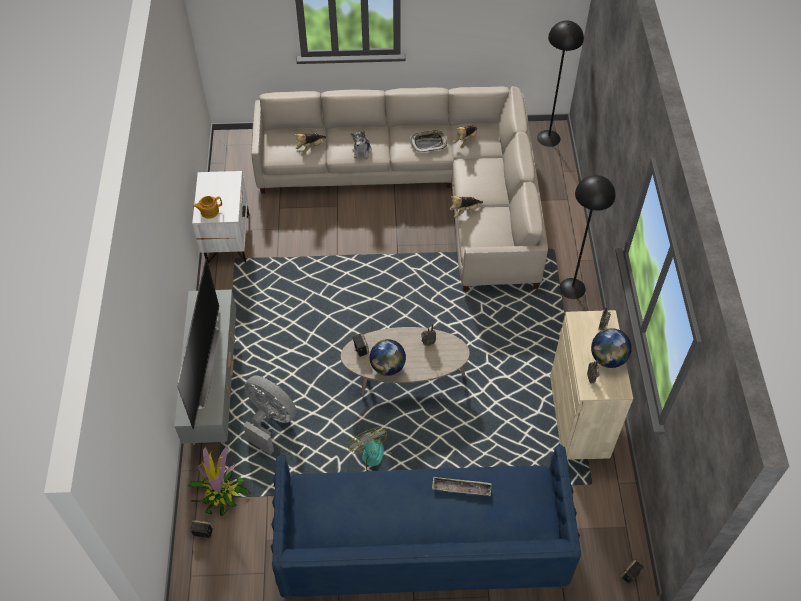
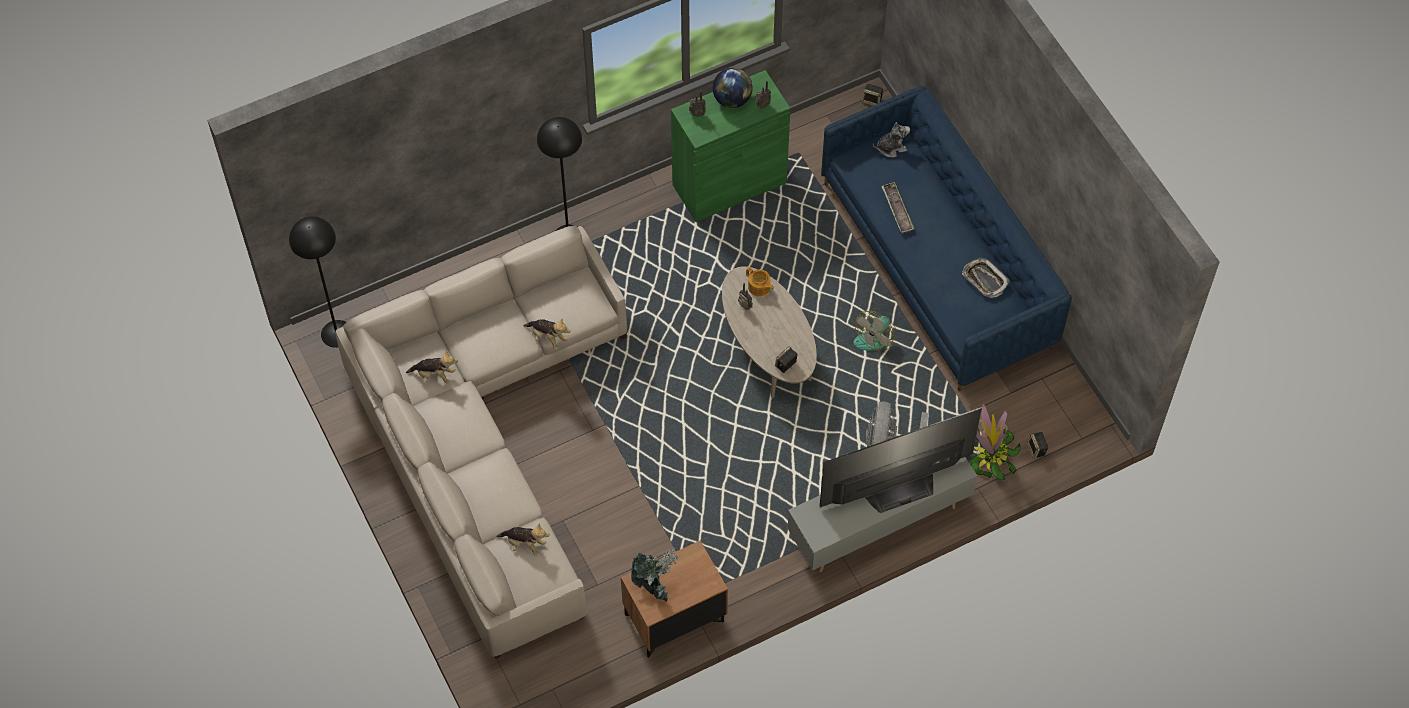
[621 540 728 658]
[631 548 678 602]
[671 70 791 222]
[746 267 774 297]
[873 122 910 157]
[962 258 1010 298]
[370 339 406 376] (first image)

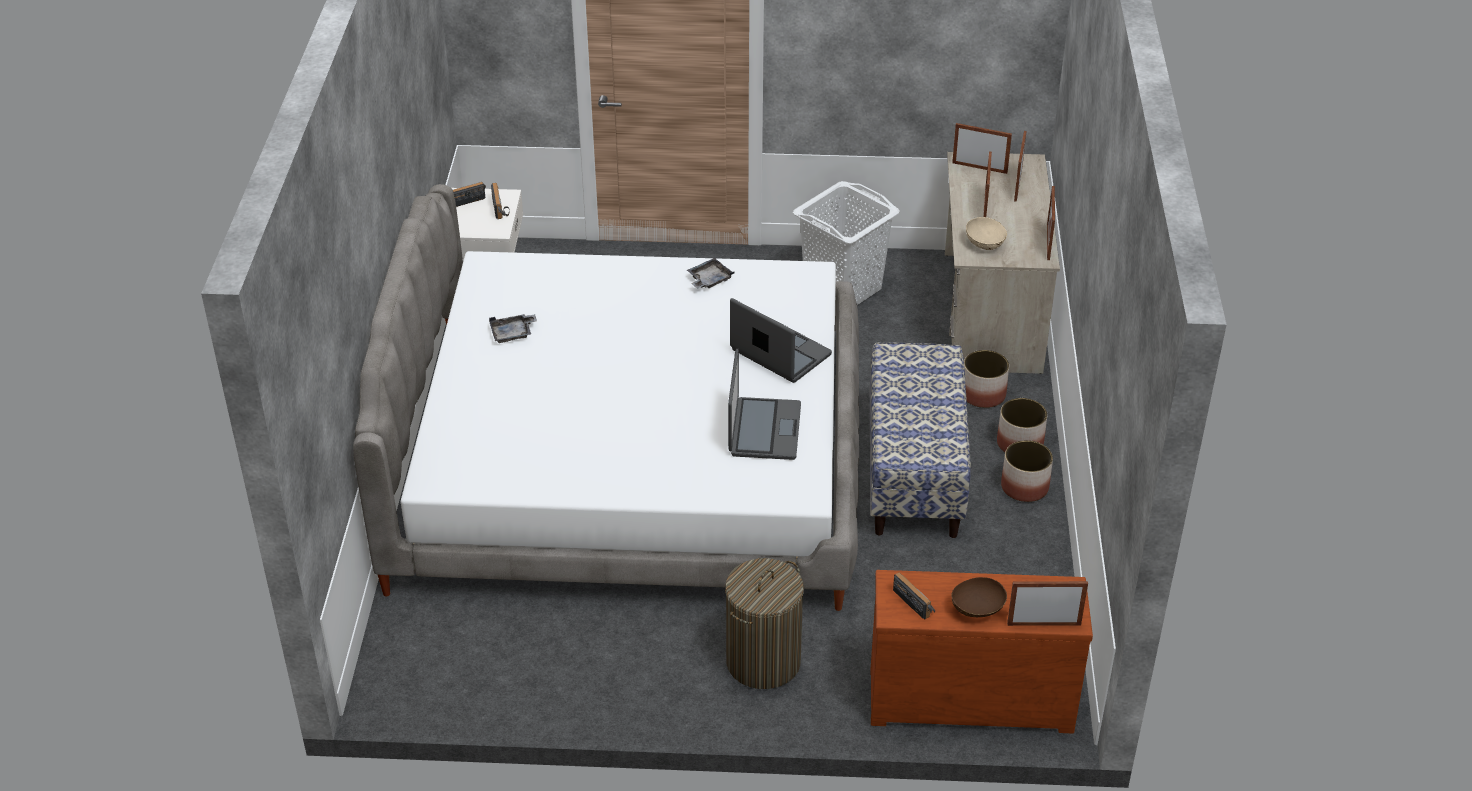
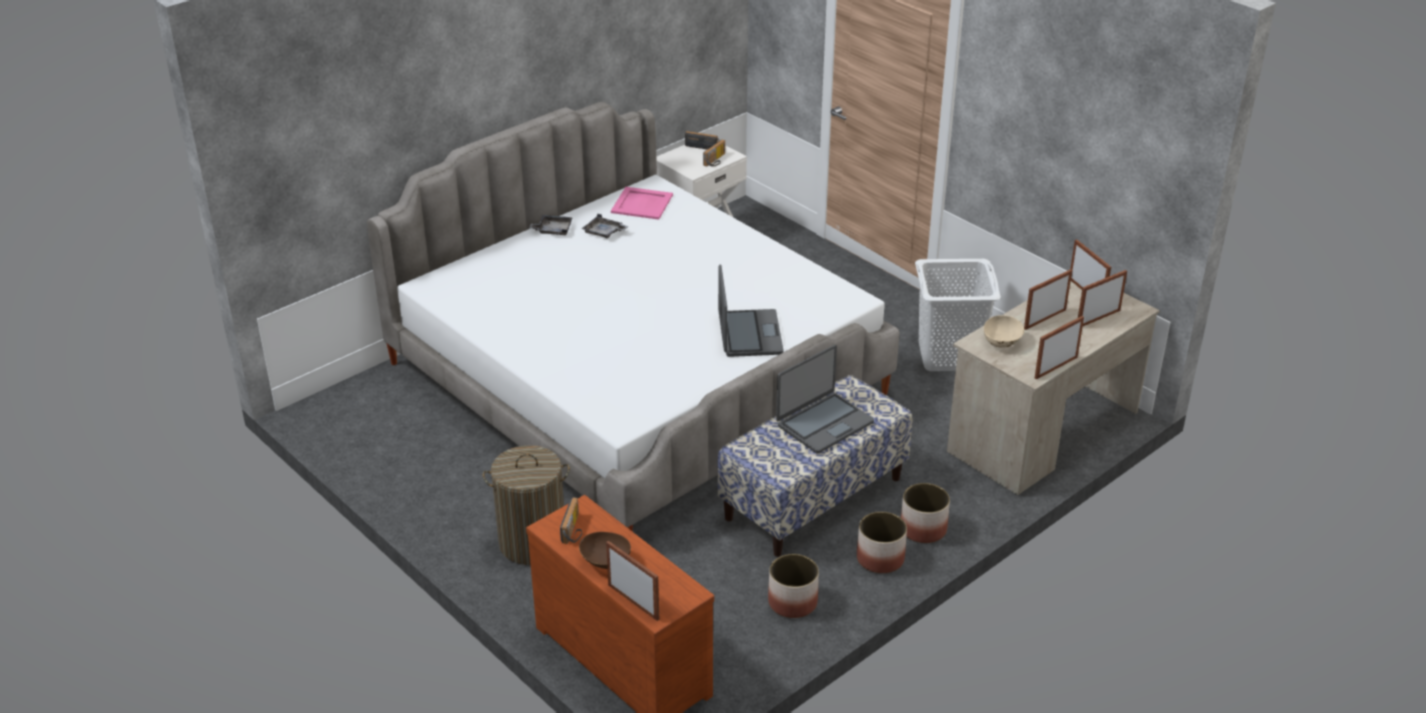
[529 215 573 235]
[611 187 673 220]
[768 554 819 618]
[776 345 874 454]

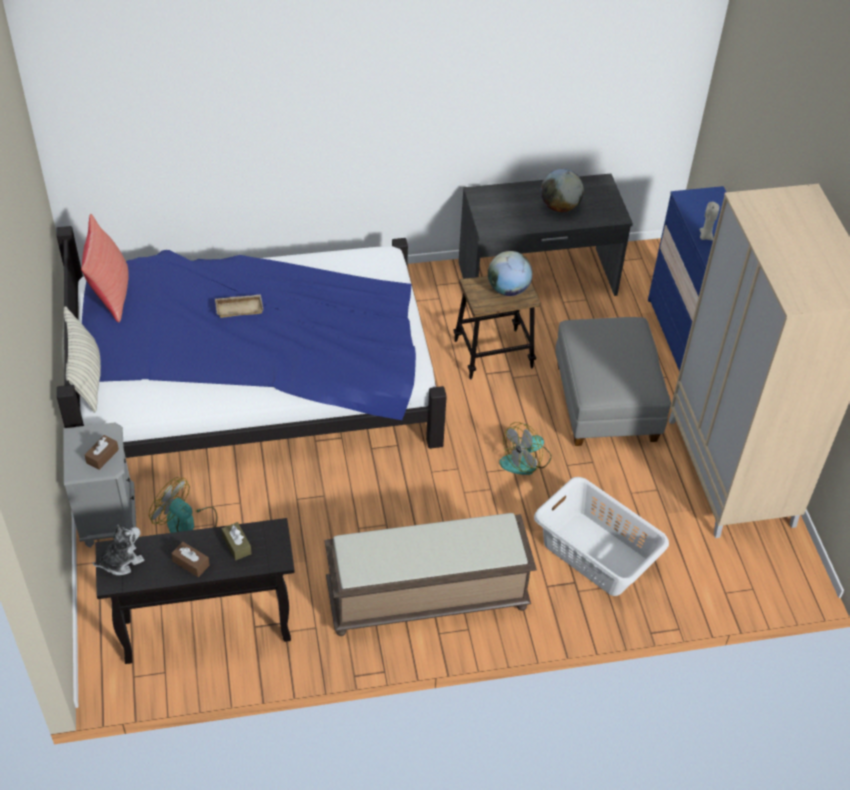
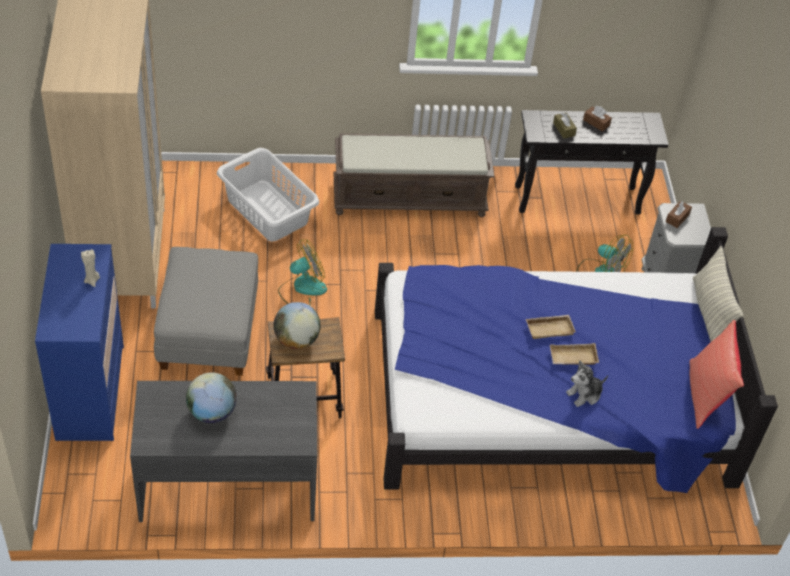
[526 315 576 339]
[566 361 608 407]

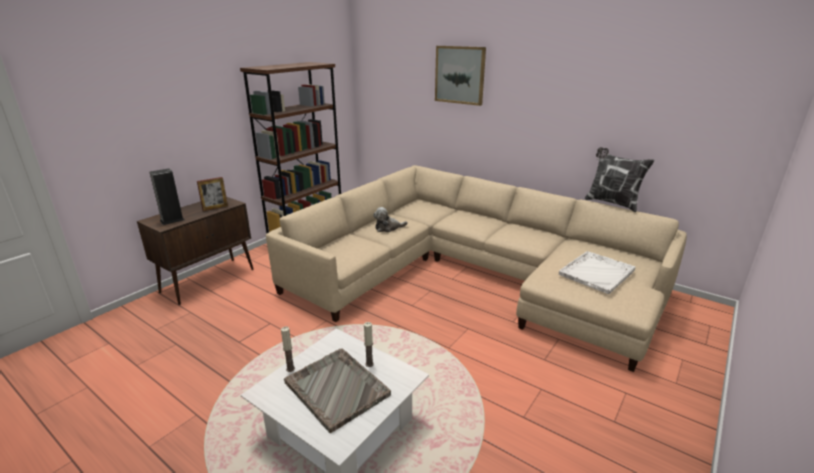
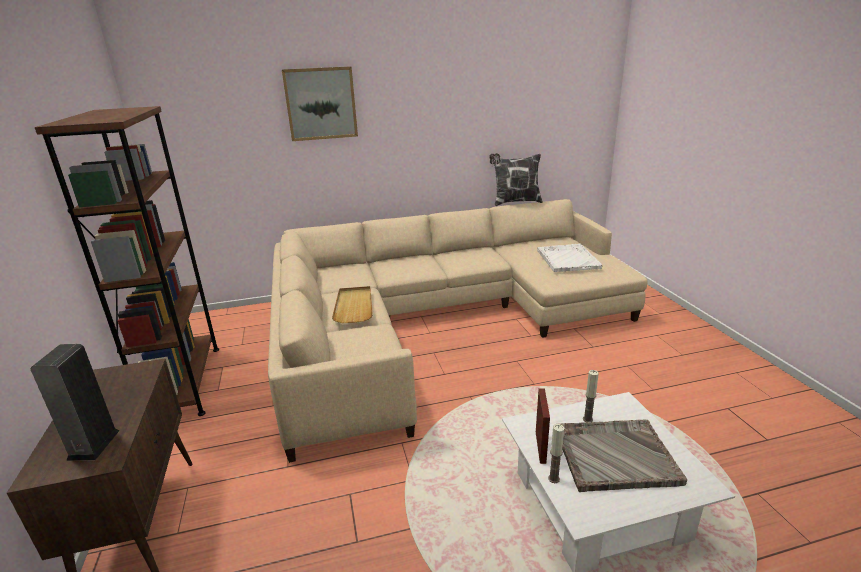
[332 286 373 323]
[536 388 550 464]

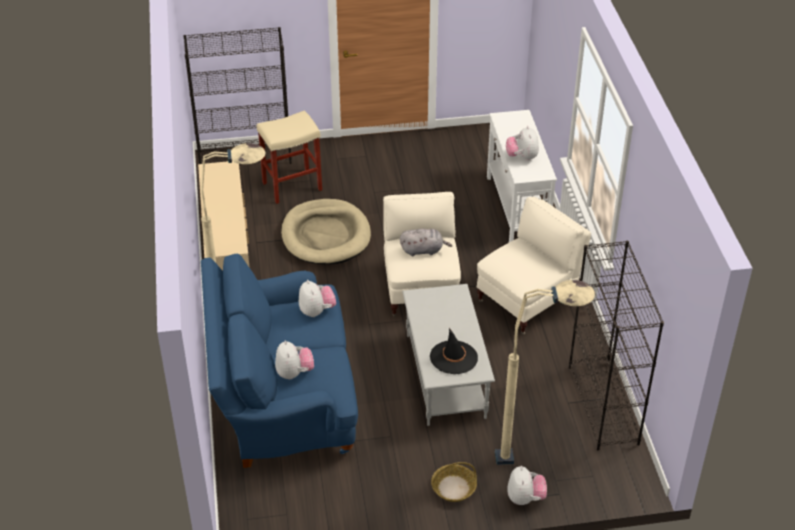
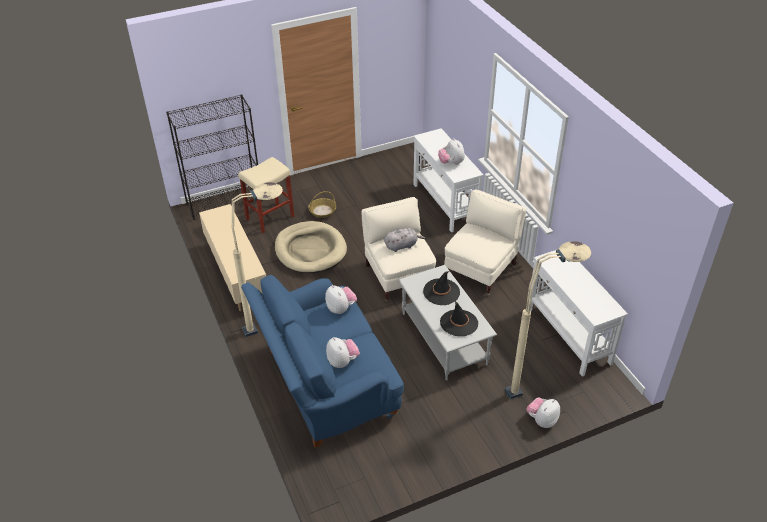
[308 191 336 218]
[423 271 460 305]
[527 398 560 428]
[528 250 628 377]

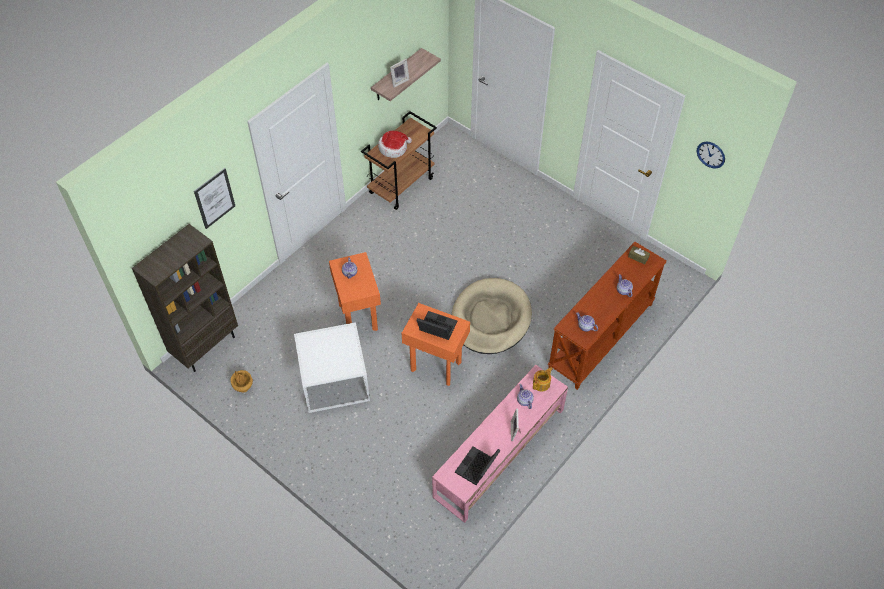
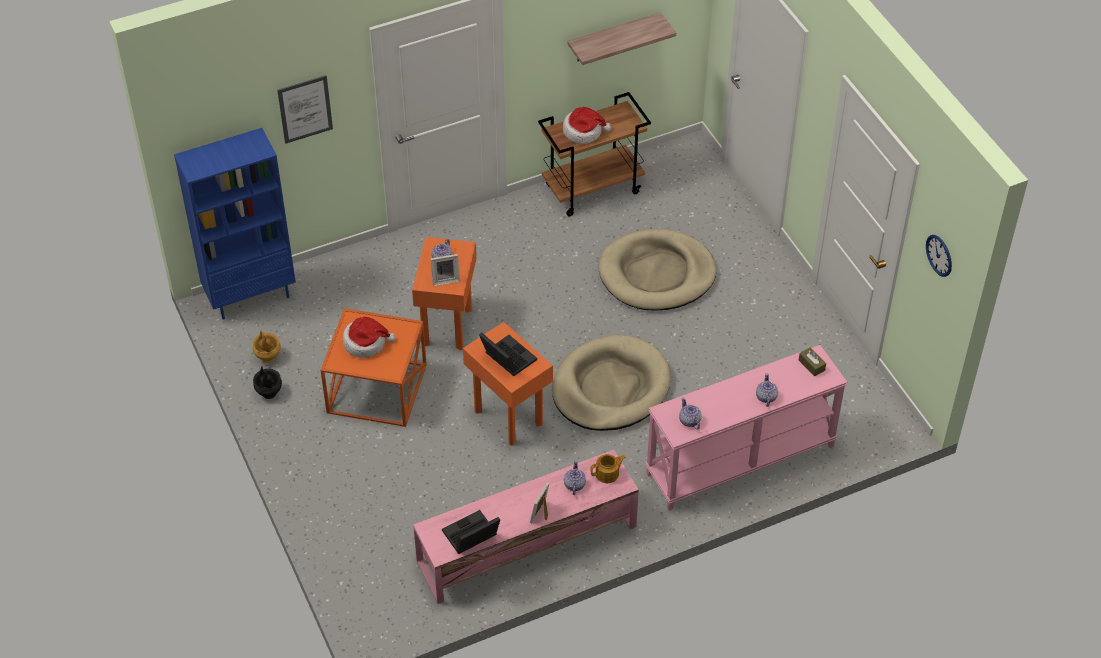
[174 128 296 320]
[253 366 282 399]
[321 308 427 427]
[343 317 396 358]
[430 254 460 286]
[598 229 716 311]
[645 345 847 511]

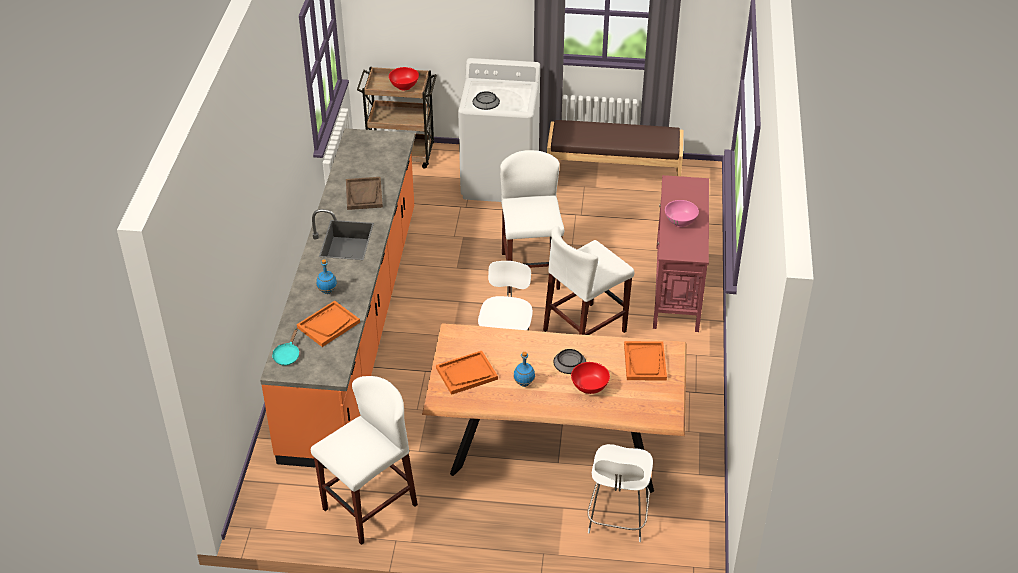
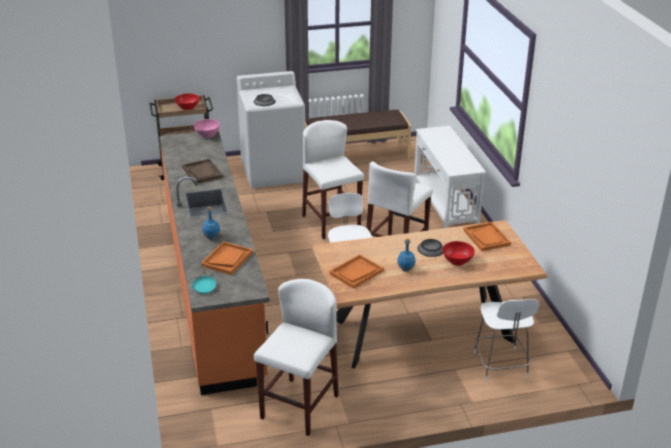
[193 119 220 138]
[414 125 486 228]

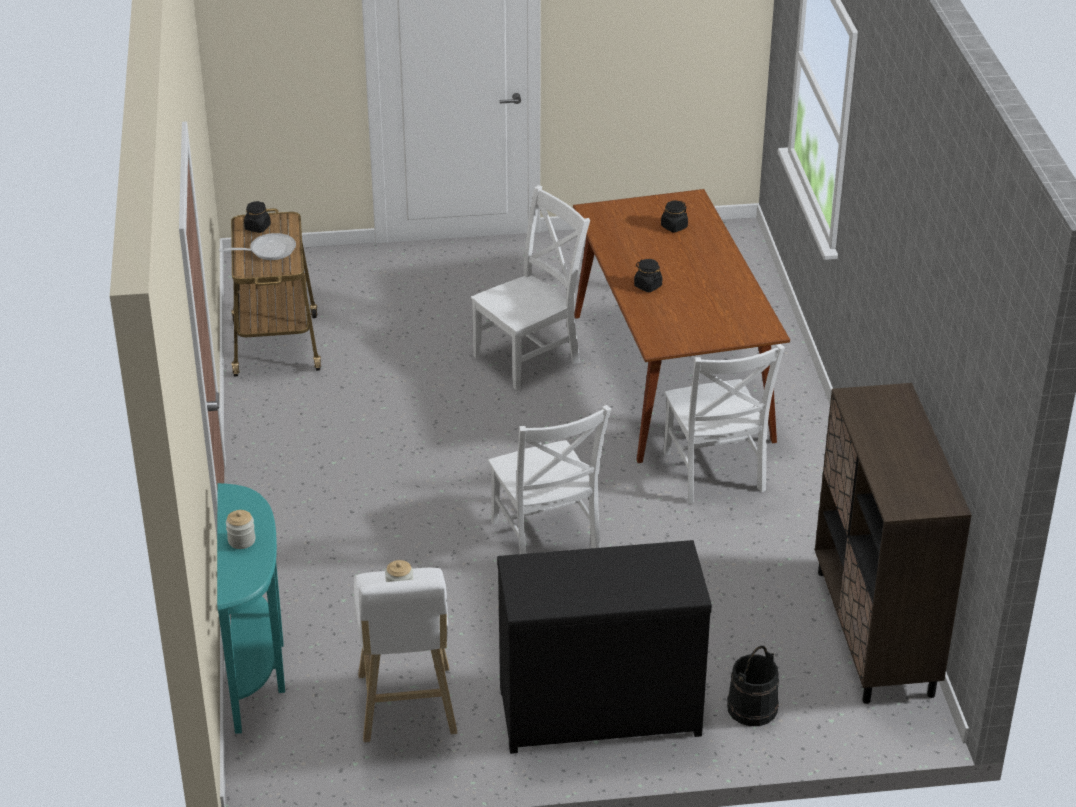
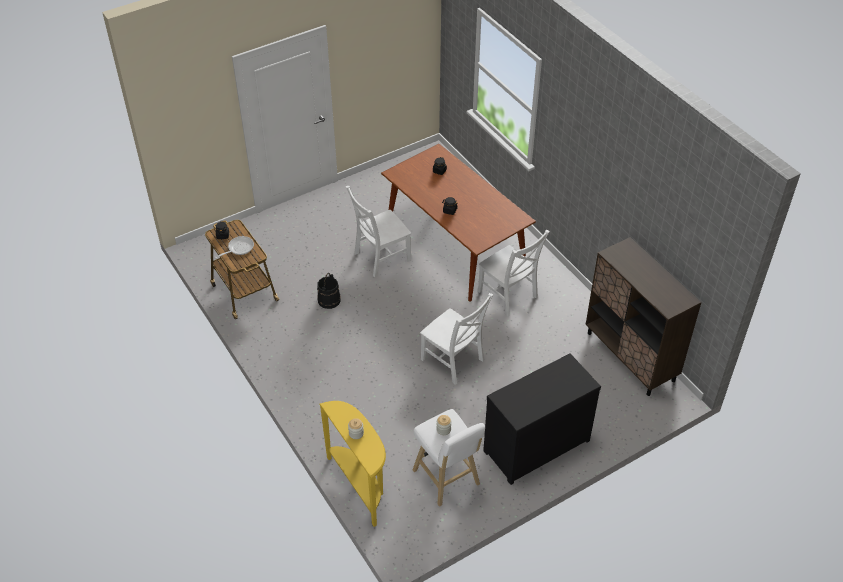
[317 273 341 309]
[320 401 386 527]
[346 186 411 277]

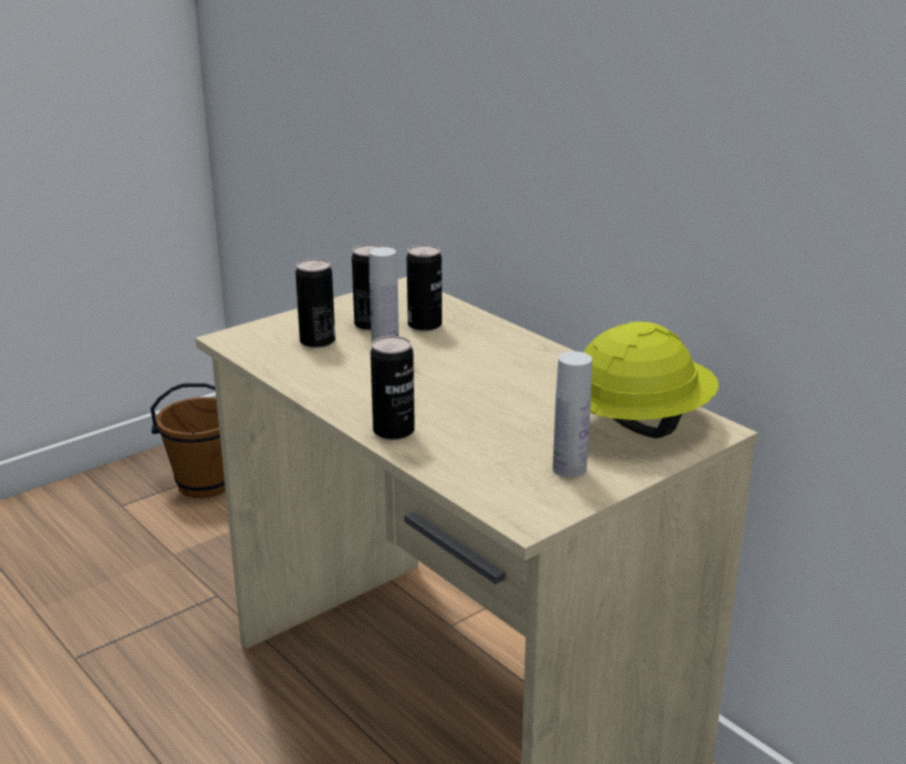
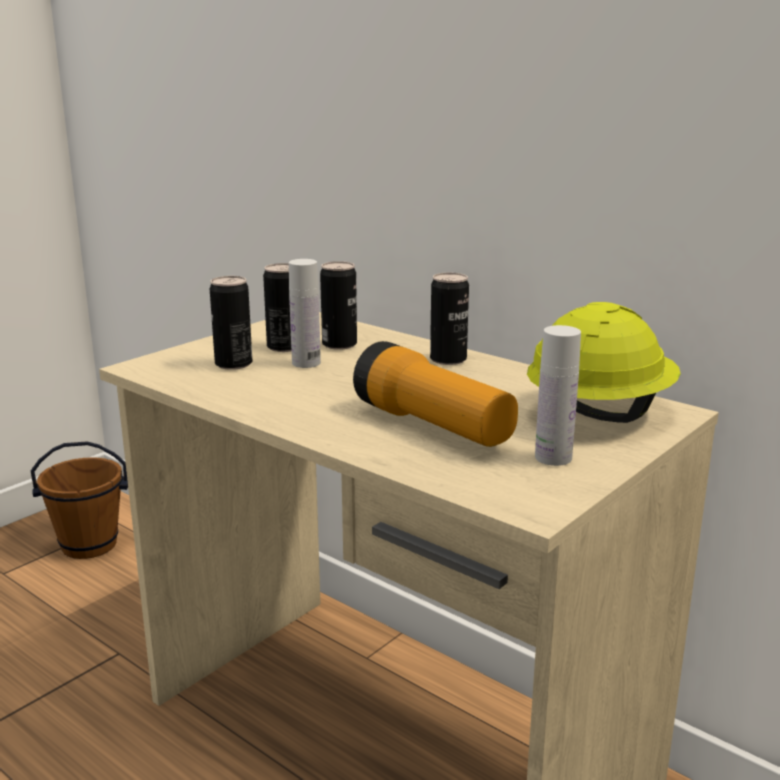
[353 341 518 447]
[430 273 469 365]

